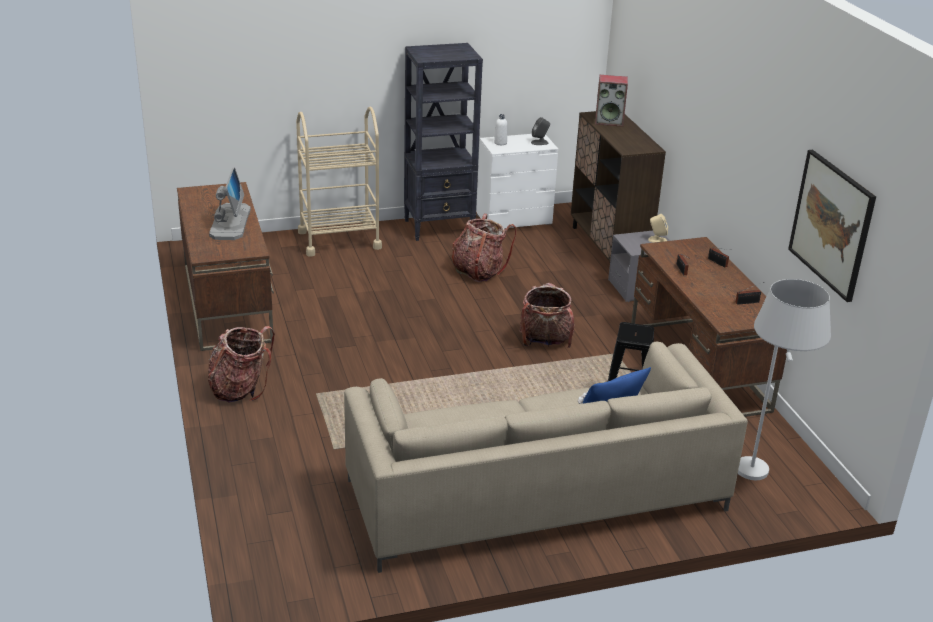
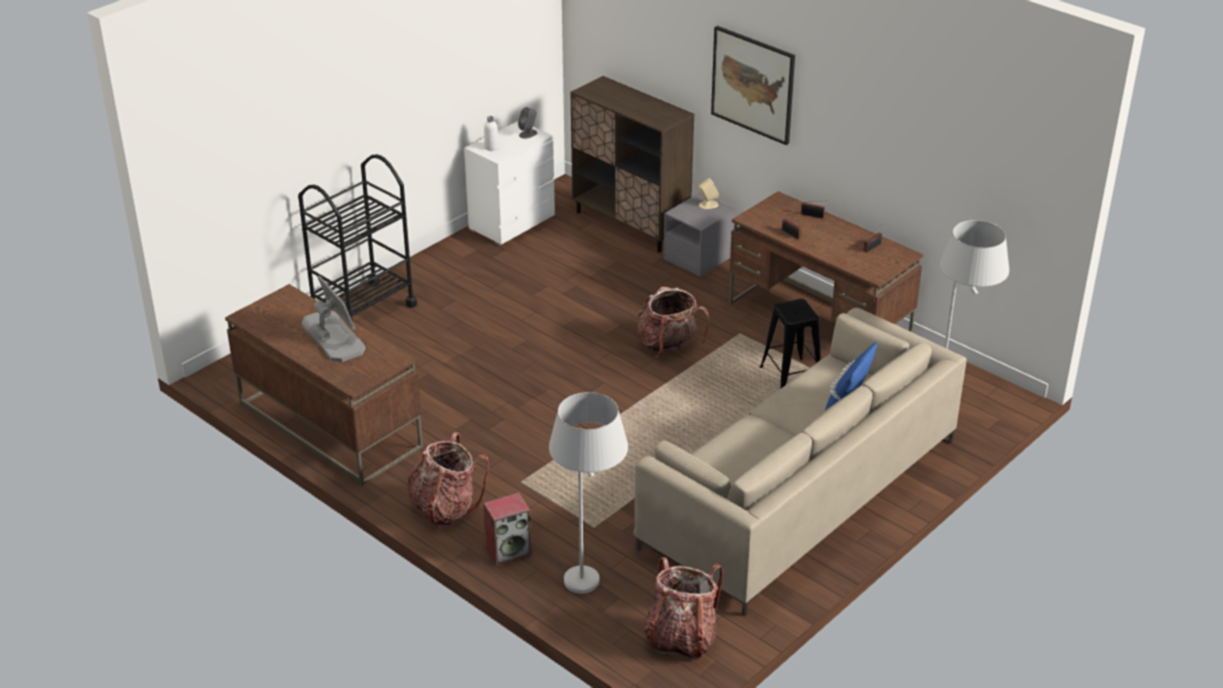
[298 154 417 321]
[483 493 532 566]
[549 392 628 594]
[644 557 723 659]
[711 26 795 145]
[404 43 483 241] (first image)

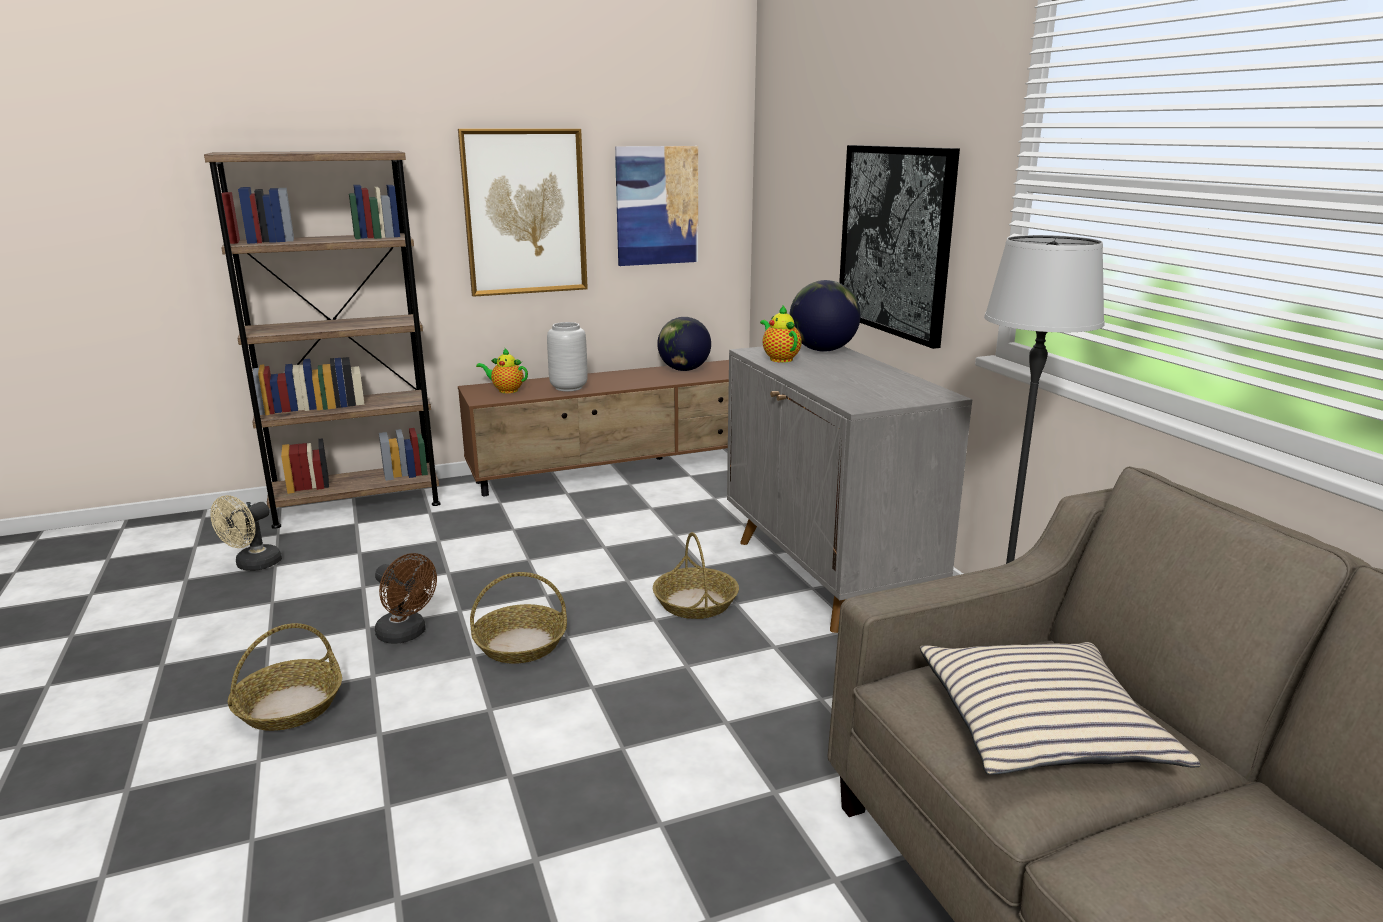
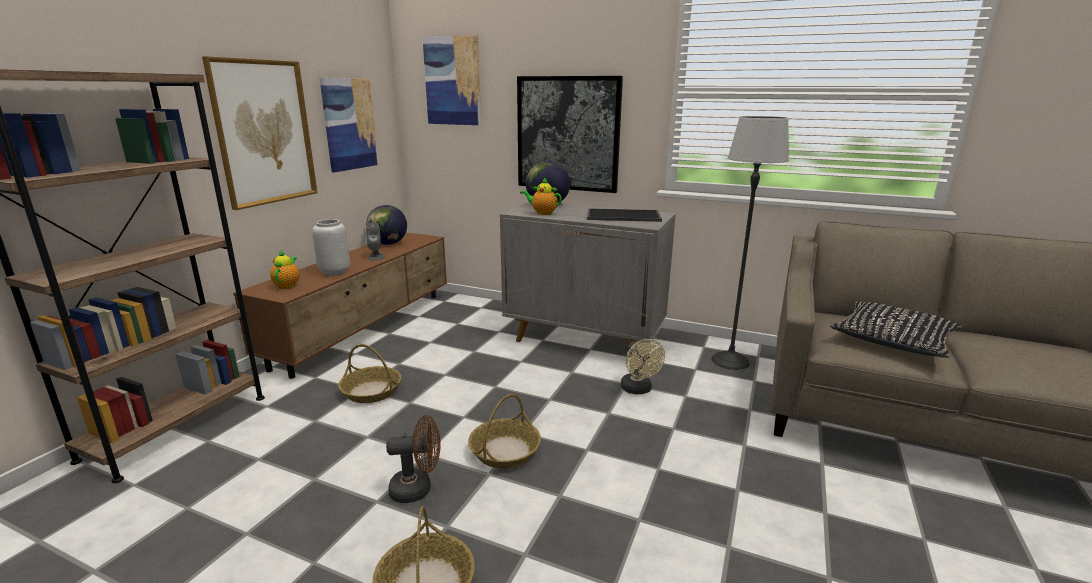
[270 249 300 289]
[338 344 402 403]
[366 222 385 260]
[422 35 481 125]
[587 208 662 222]
[621 339 665 394]
[830 302 961 358]

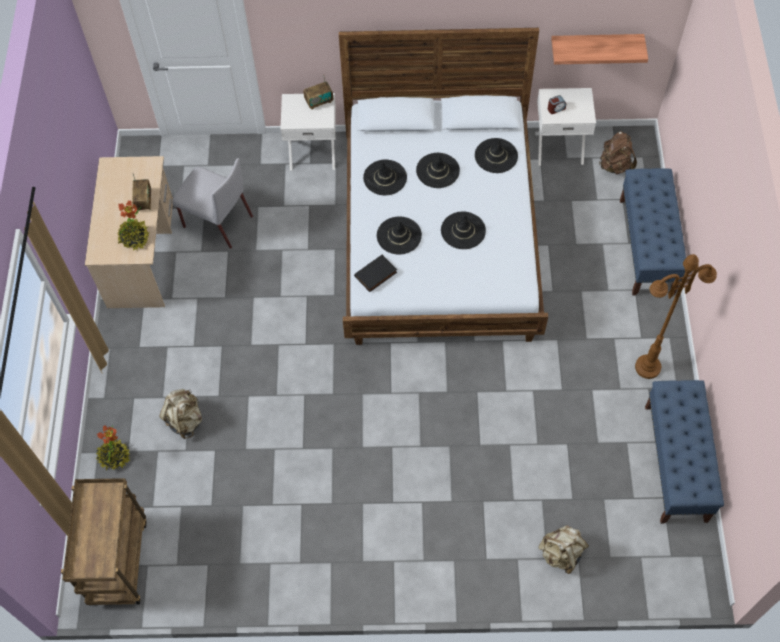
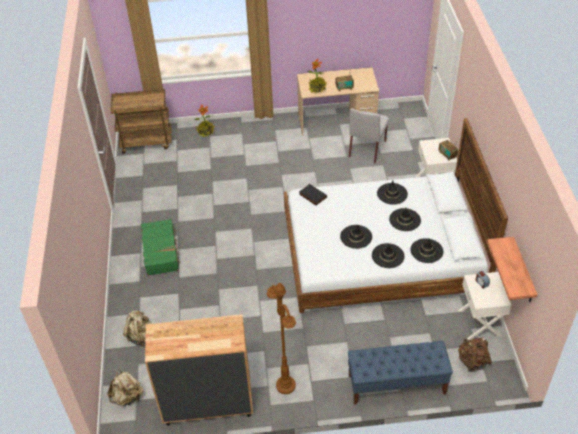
[107 370 143 406]
[141 219 180 276]
[145 314 253 426]
[372 243 405 268]

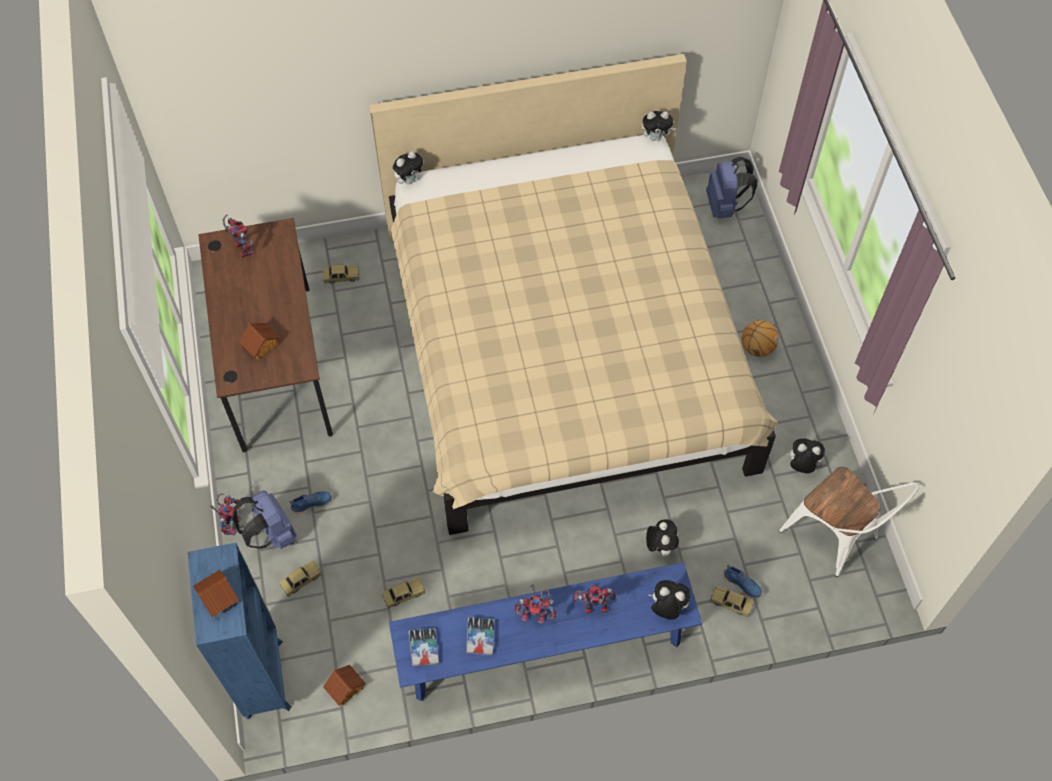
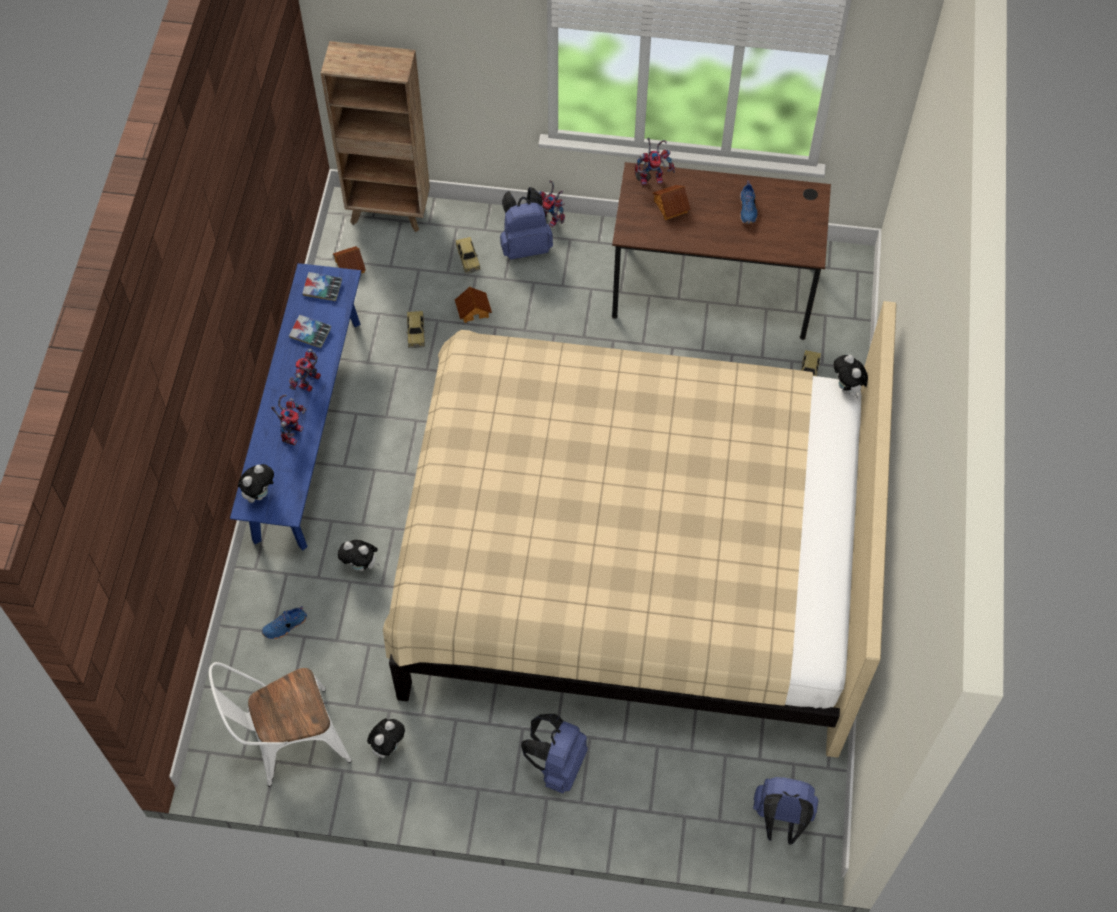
[321 41 430 232]
[455 286 492 323]
[521 714 588 793]
[635 138 675 185]
[740 181 757 224]
[641 111 676 141] (first image)
[710 586 754 617] (first image)

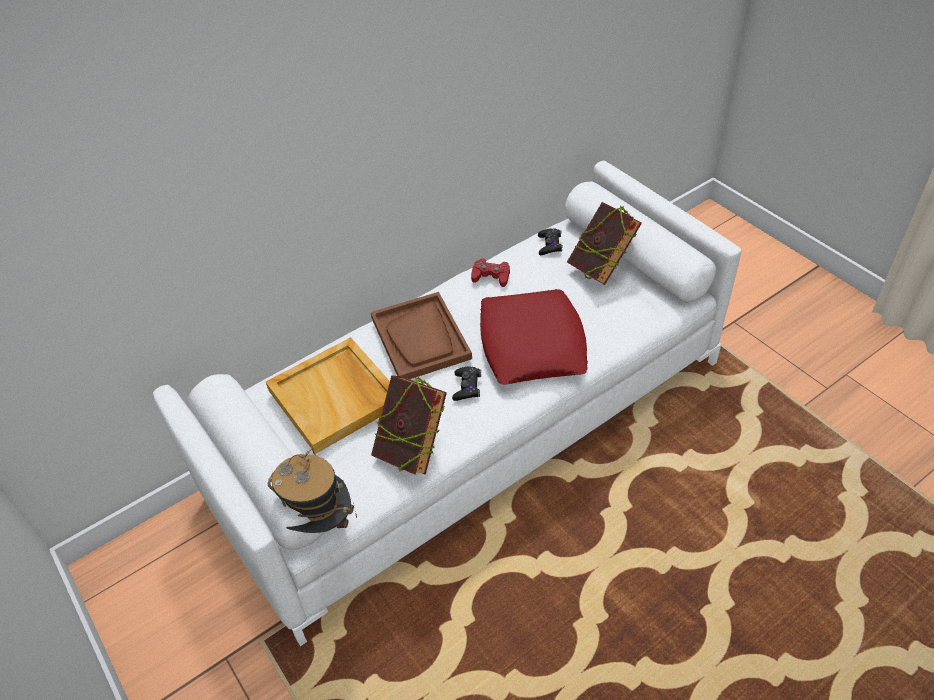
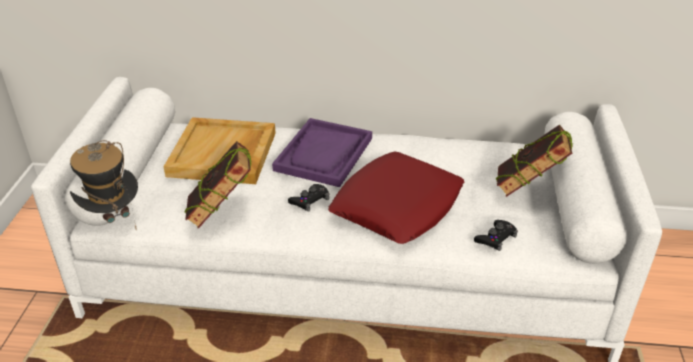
[272 118 372 187]
[474 220 518 251]
[471 258 510 287] (first image)

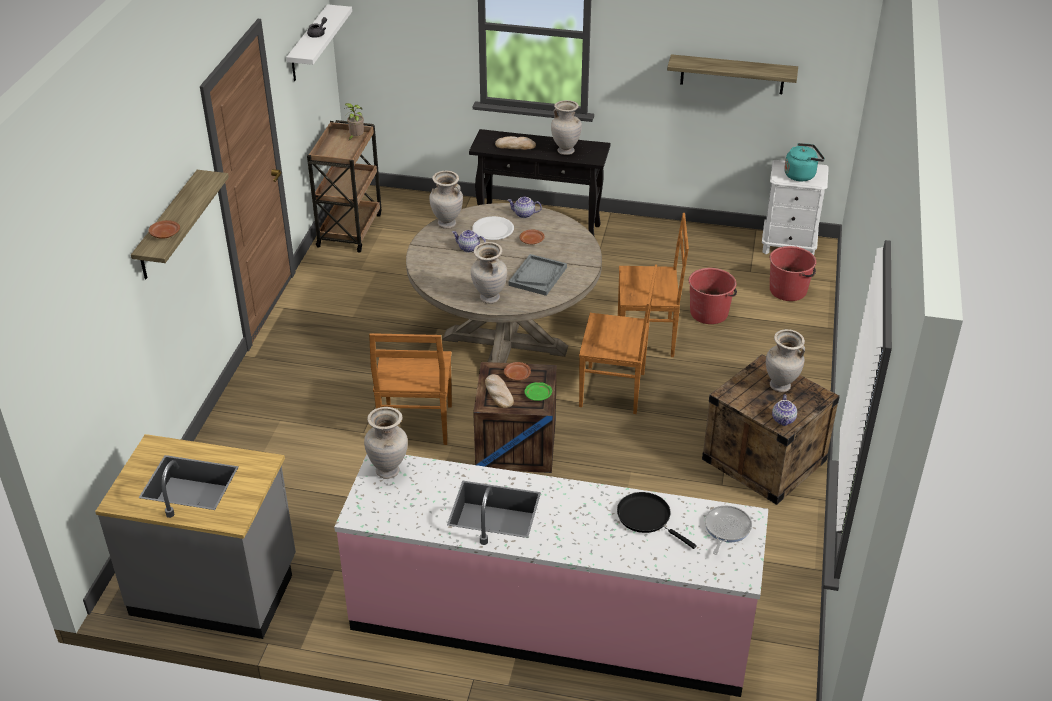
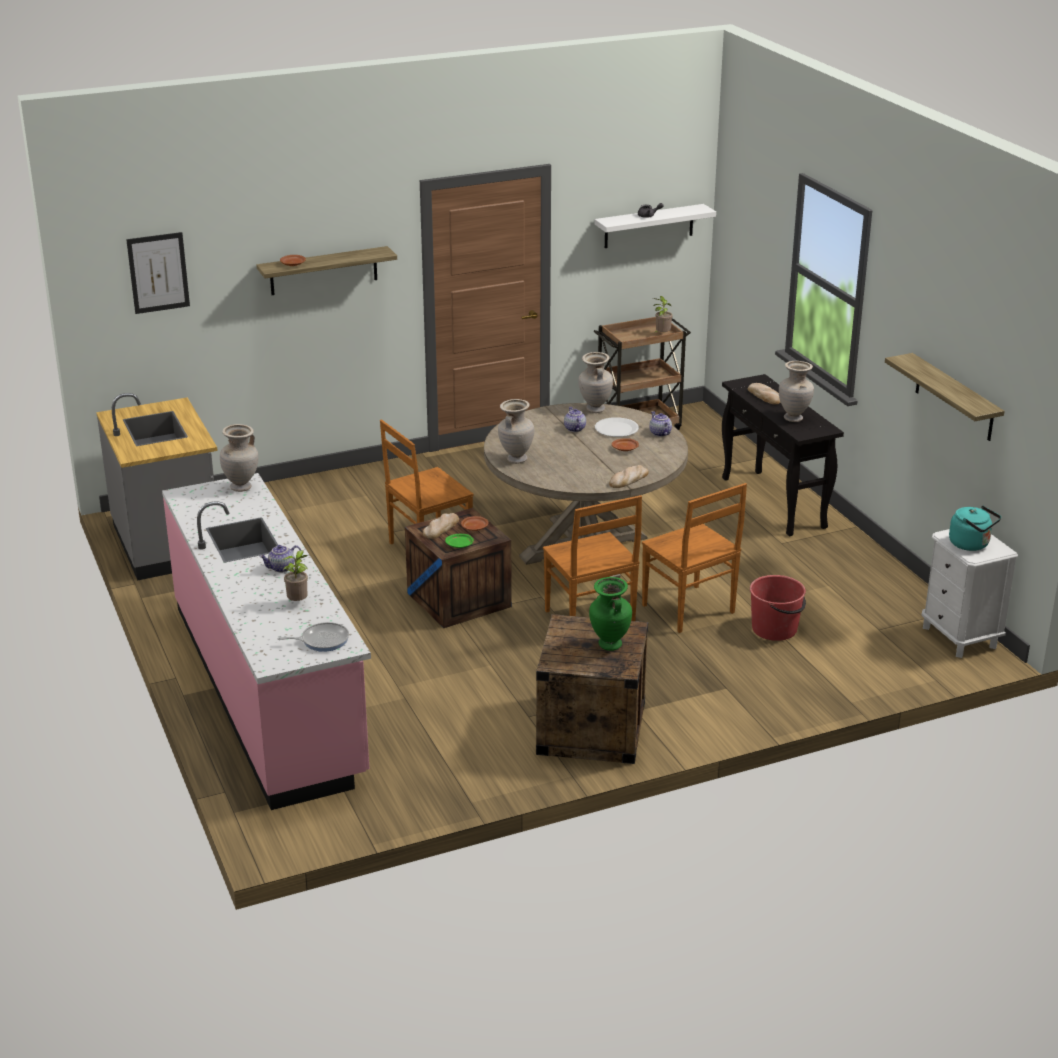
[126 232 190 314]
[259 545 301 572]
[282 550 308 601]
[589 577 632 651]
[609 465 649 488]
[508 254 567 296] (first image)
[770 246 816 301] (first image)

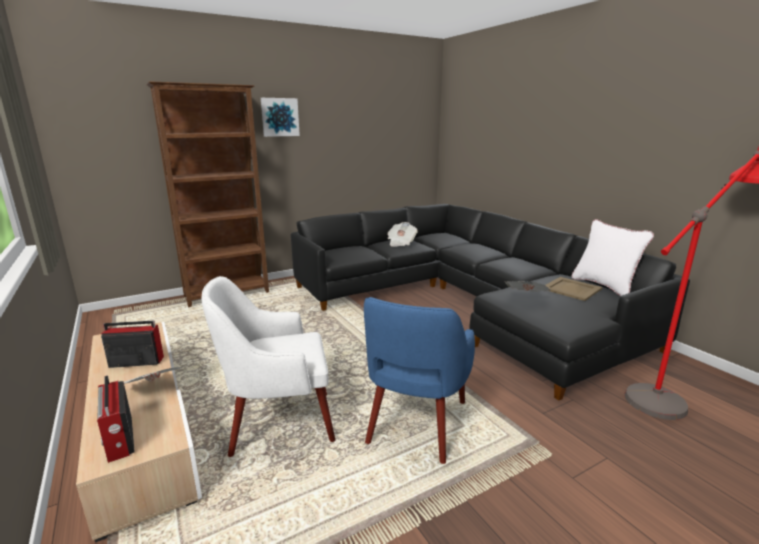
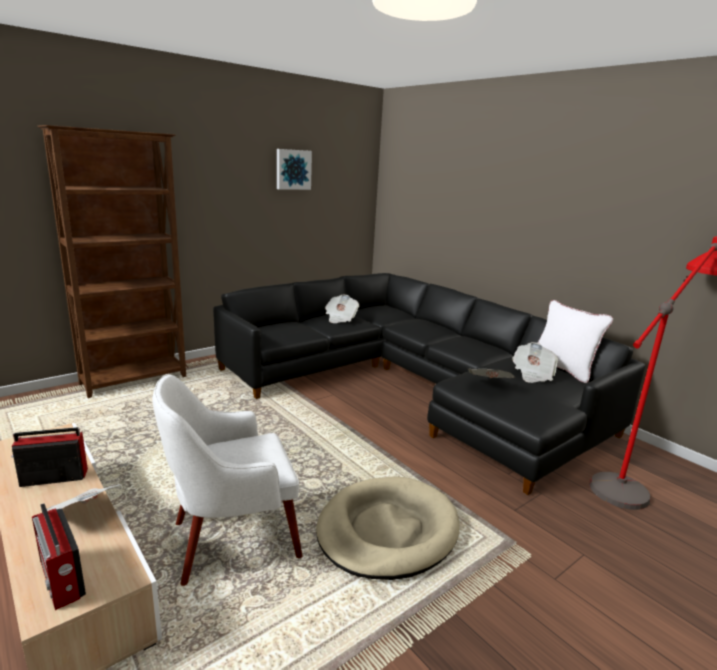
[277 149 312 190]
[316 477 460 580]
[512 342 558 383]

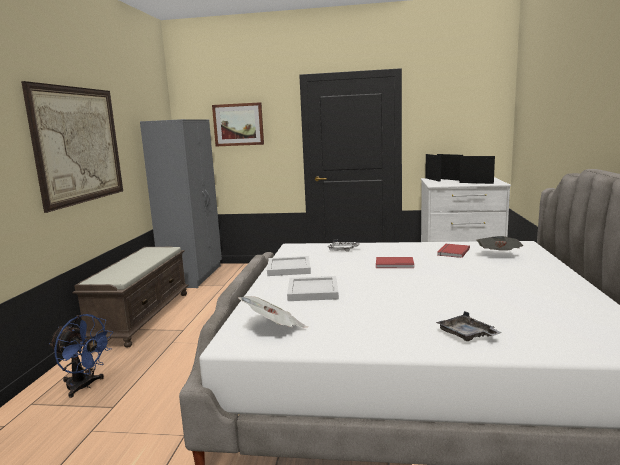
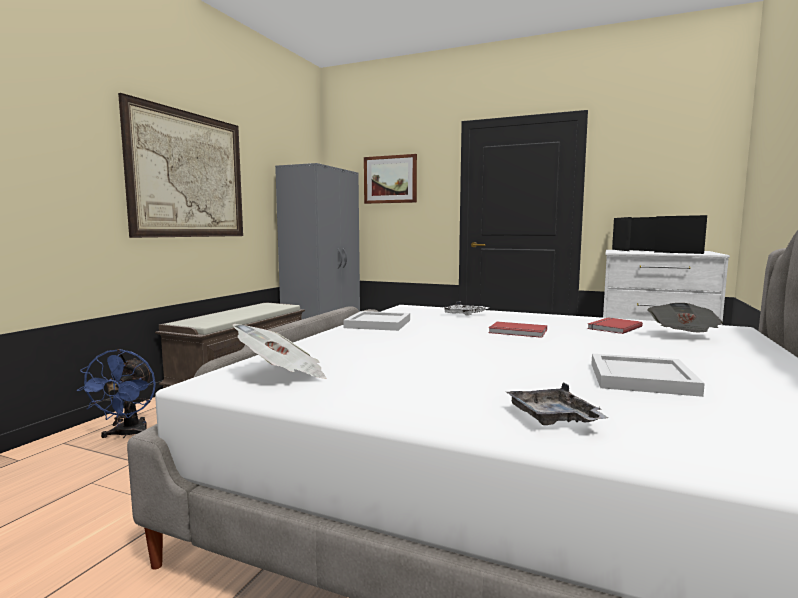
[77 349 156 439]
[591 354 705 397]

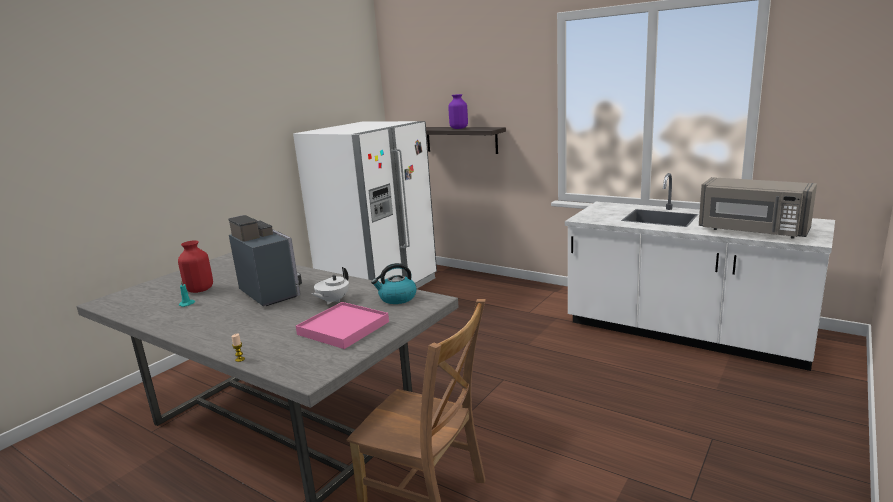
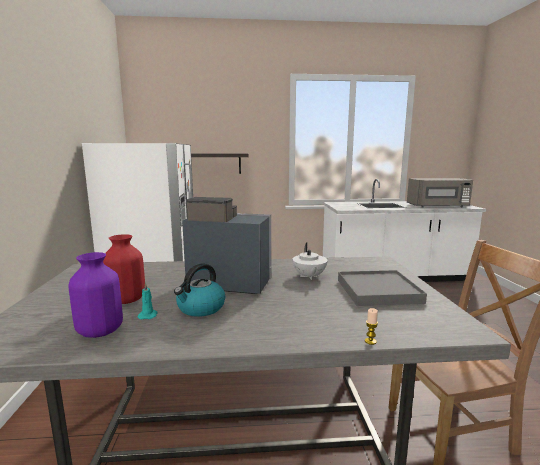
[69 252 123 338]
[174 263 225 317]
[338 270 427 306]

